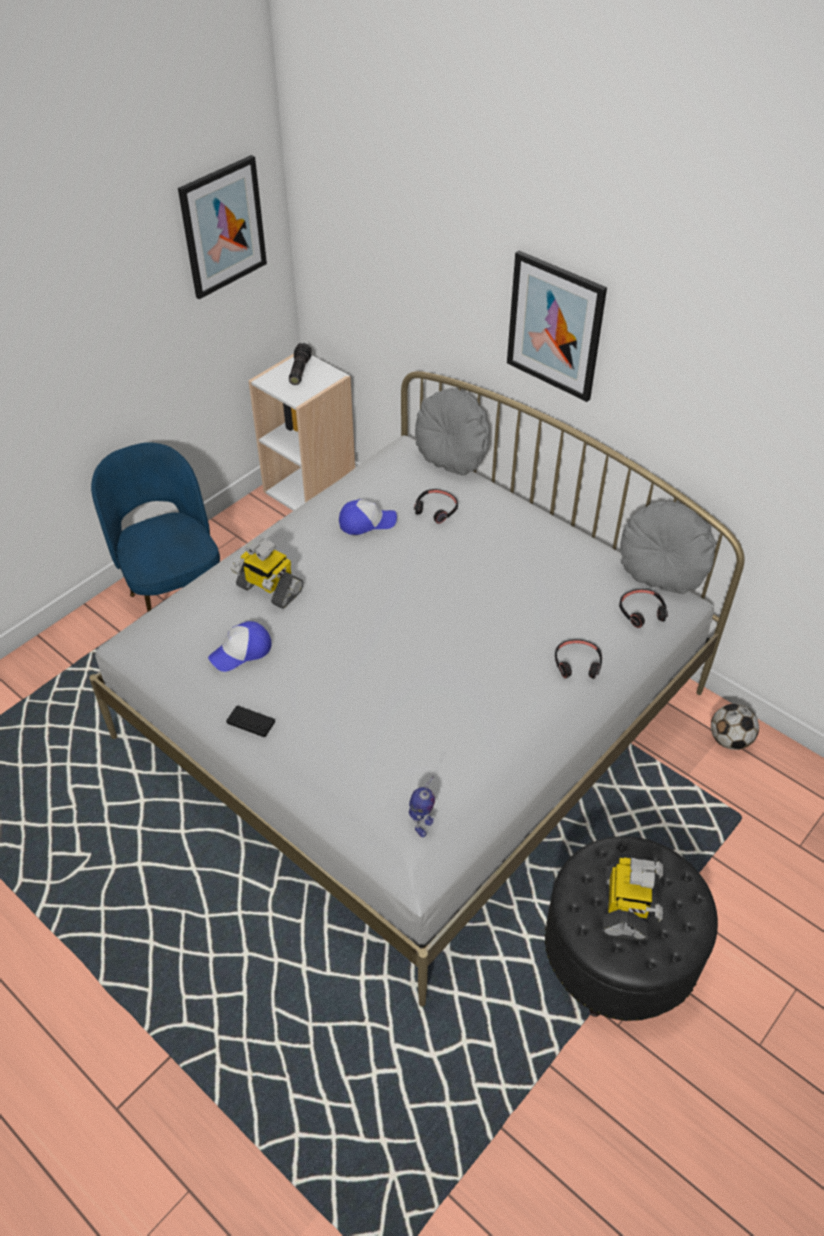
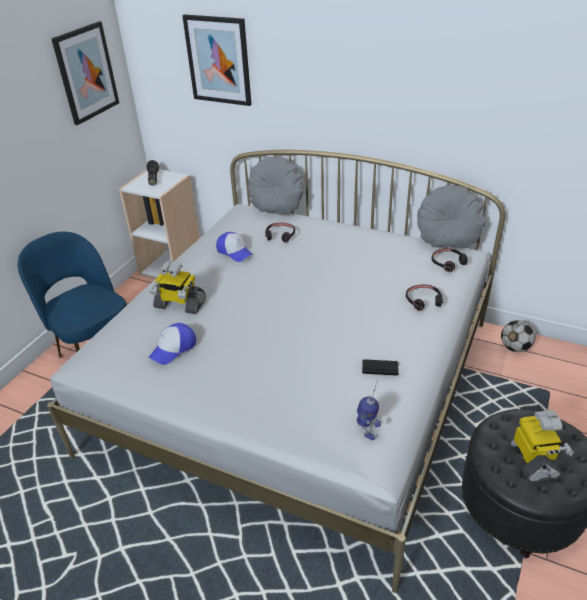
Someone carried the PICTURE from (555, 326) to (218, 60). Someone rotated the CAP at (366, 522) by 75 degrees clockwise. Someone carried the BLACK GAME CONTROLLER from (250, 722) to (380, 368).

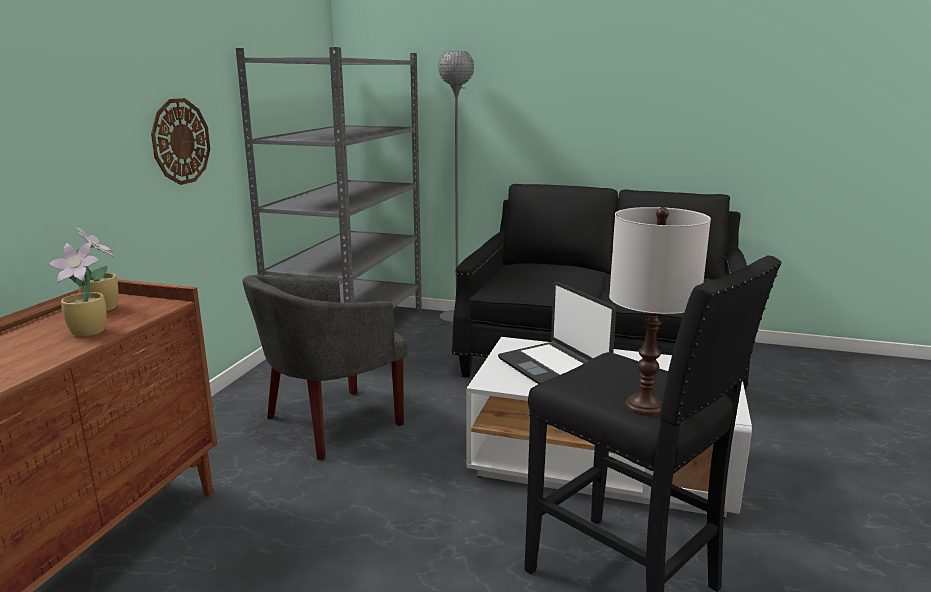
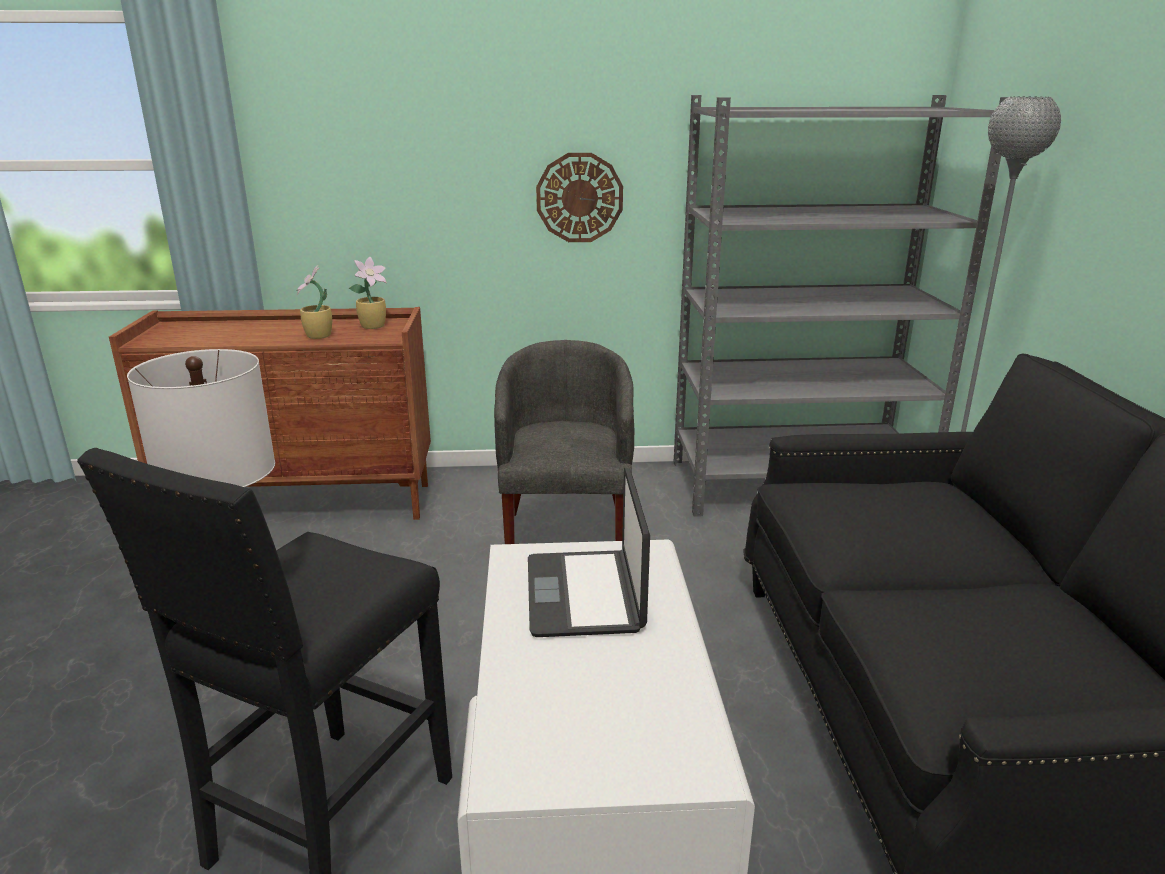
Someone rotated the GREY ARMCHAIR at (330, 424) by 60 degrees clockwise. Someone rotated the LAPTOP at (554, 367) by 45 degrees counterclockwise.

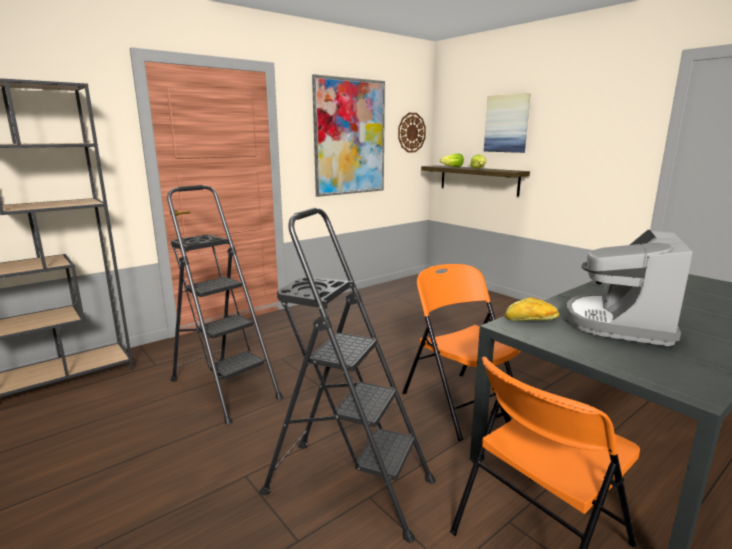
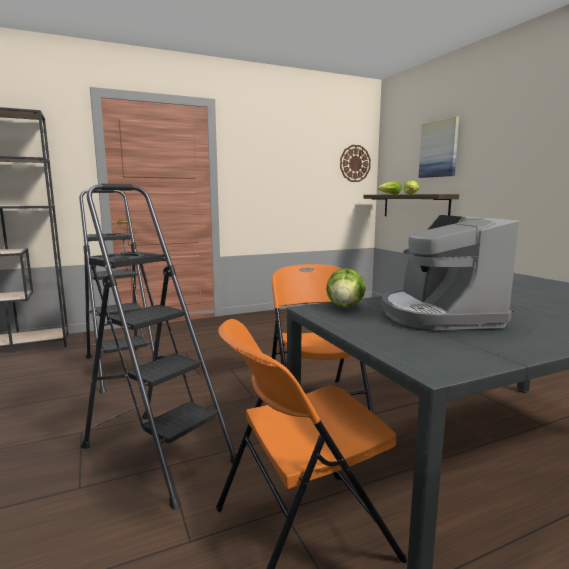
Someone took away the PICTURE at (350, 137). Someone rotated the COFFEE MACHINE at (619, 322) by 45 degrees counterclockwise. Someone swapped the BREAD at (531, 319) for the LETTUCE at (345, 306).

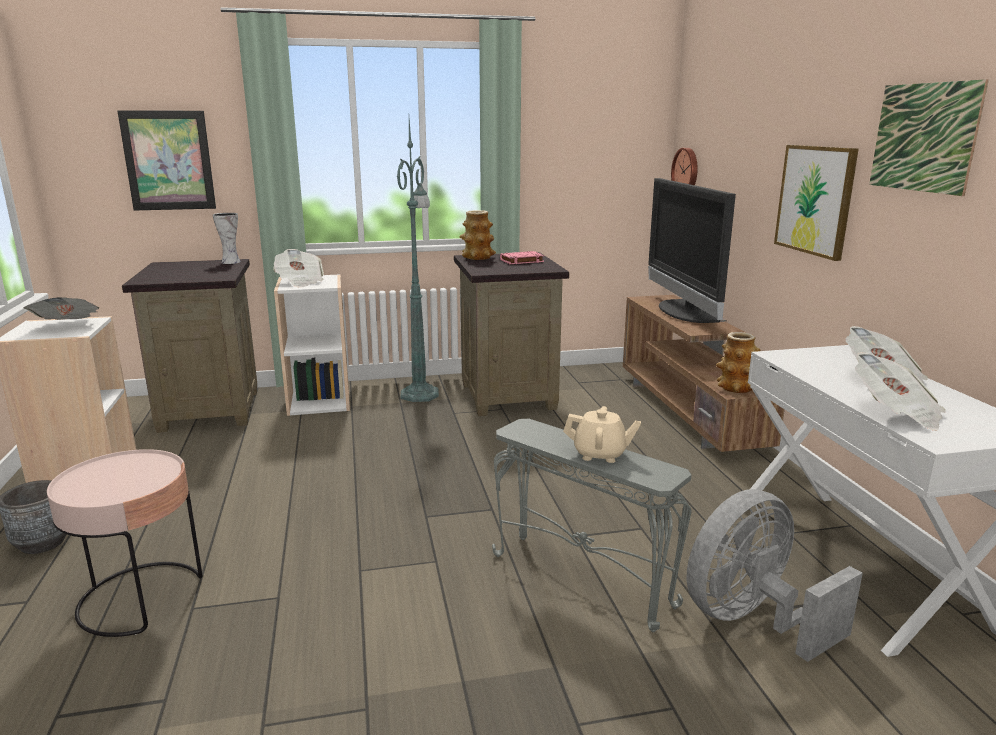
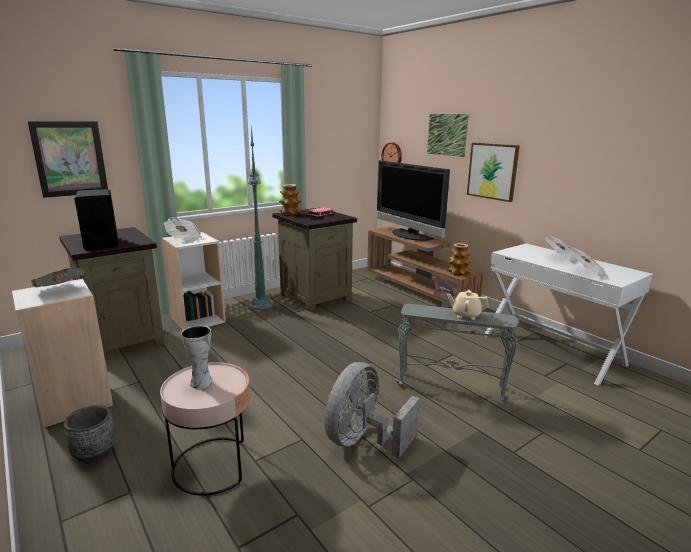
Someone carried the PICTURE from (924, 137) to (447, 134). Someone carried the VASE from (230, 262) to (200, 382). Someone rotated the BEIGE TEAPOT at (600, 454) by 150 degrees counterclockwise. Someone carried the GREY FAN from (752, 620) to (363, 440). Someone put down the BLACK SPEAKER at (101, 243).

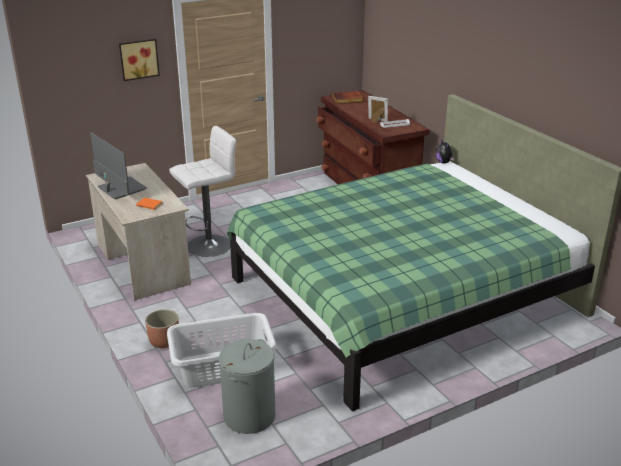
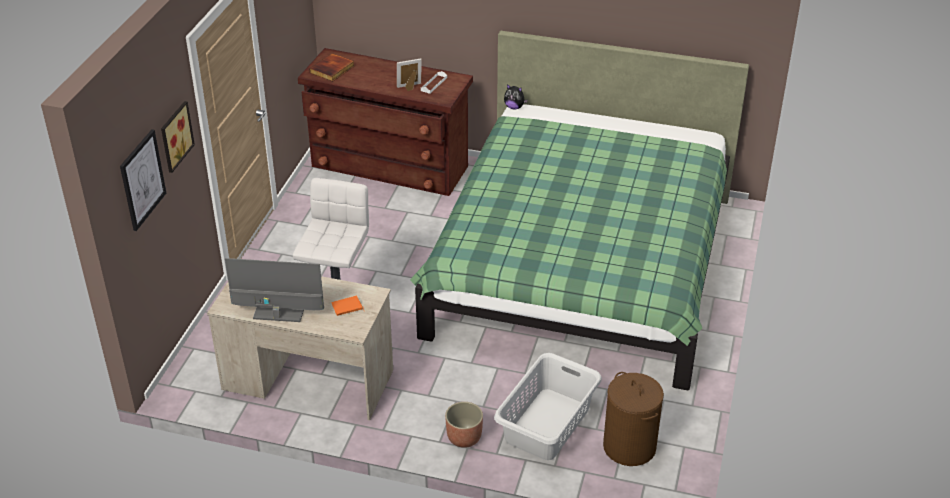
Someone repainted the GREY LAUNDRY BASKET at (249, 416), which became the BROWN LAUNDRY BASKET at (629, 447). Someone put up the PICTURE at (142, 179).

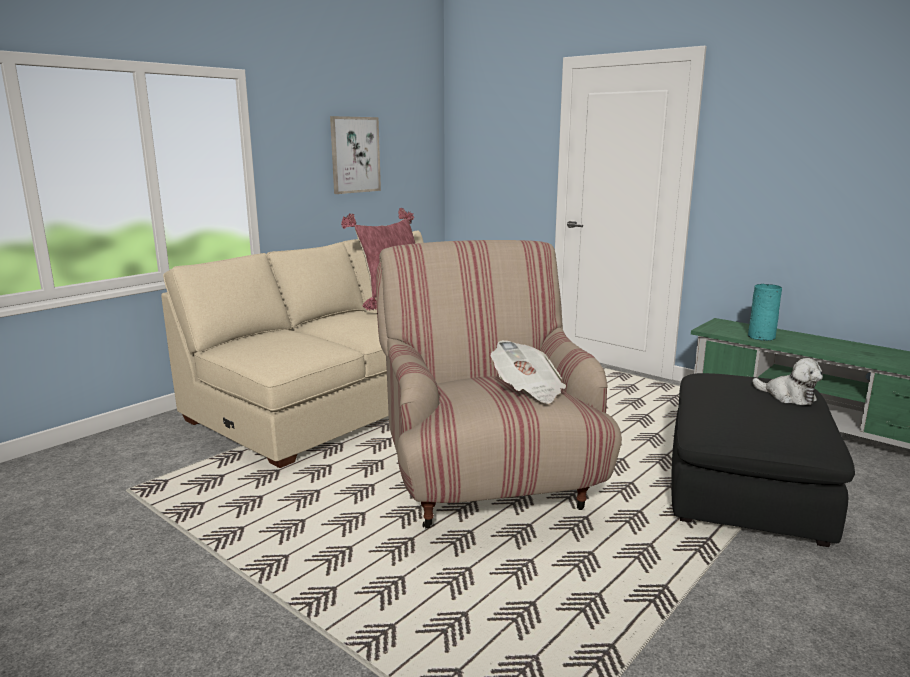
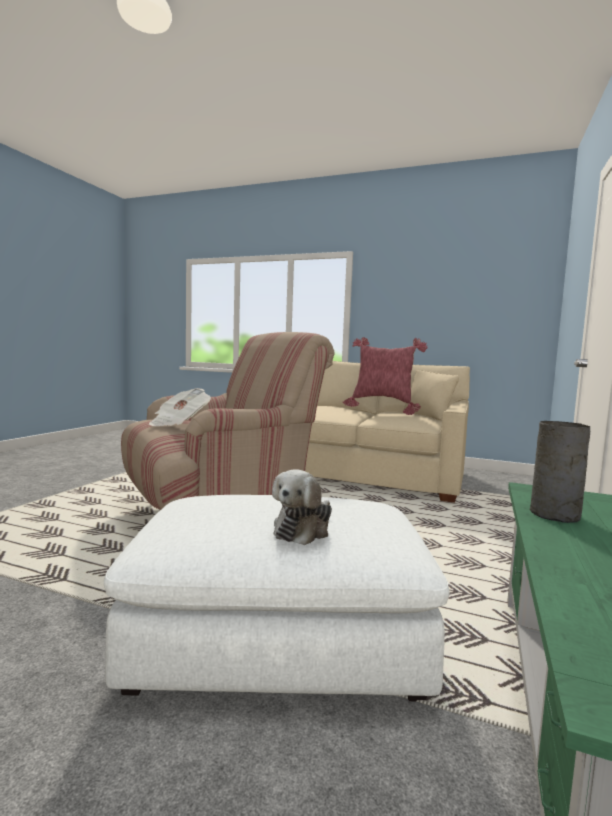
Someone took away the PICTURE at (355, 155). Someone repainted the TURQUOISE VASE at (762, 337), which became the GREY VASE at (555, 515). Someone repainted the BLACK OTTOMAN at (744, 485), which became the WHITE OTTOMAN at (279, 635).

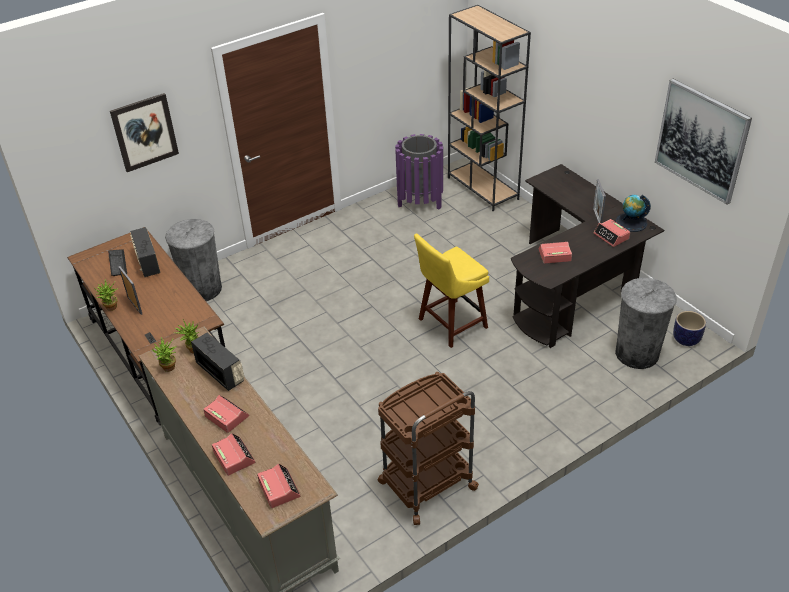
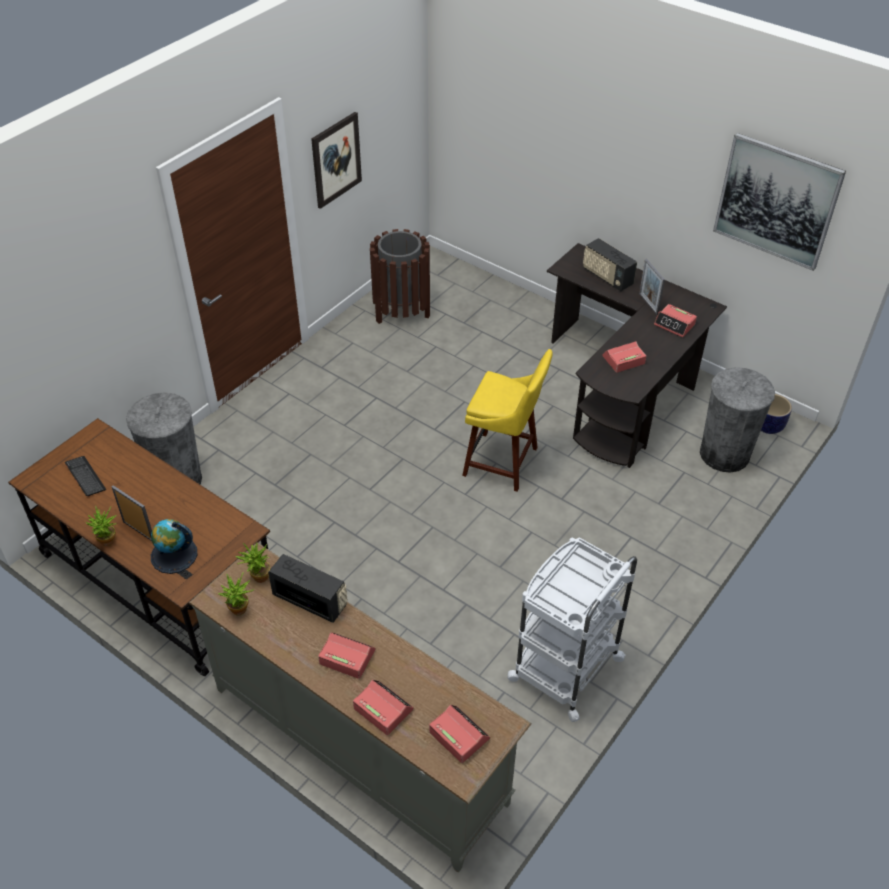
Someone took away the BOOKCASE at (483, 188). Someone carried the PICTURE from (144, 132) to (336, 160). Someone repainted the PURPLE TRASH CAN at (420, 202), which became the BROWN TRASH CAN at (402, 312). Someone carried the GLOBE from (631, 222) to (174, 555). Someone carried the RADIO from (147, 263) to (607, 277). Someone rotated the YELLOW CHAIR at (449, 324) by 105 degrees counterclockwise. Someone repainted the BROWN CART at (427, 484), which became the WHITE CART at (565, 668).

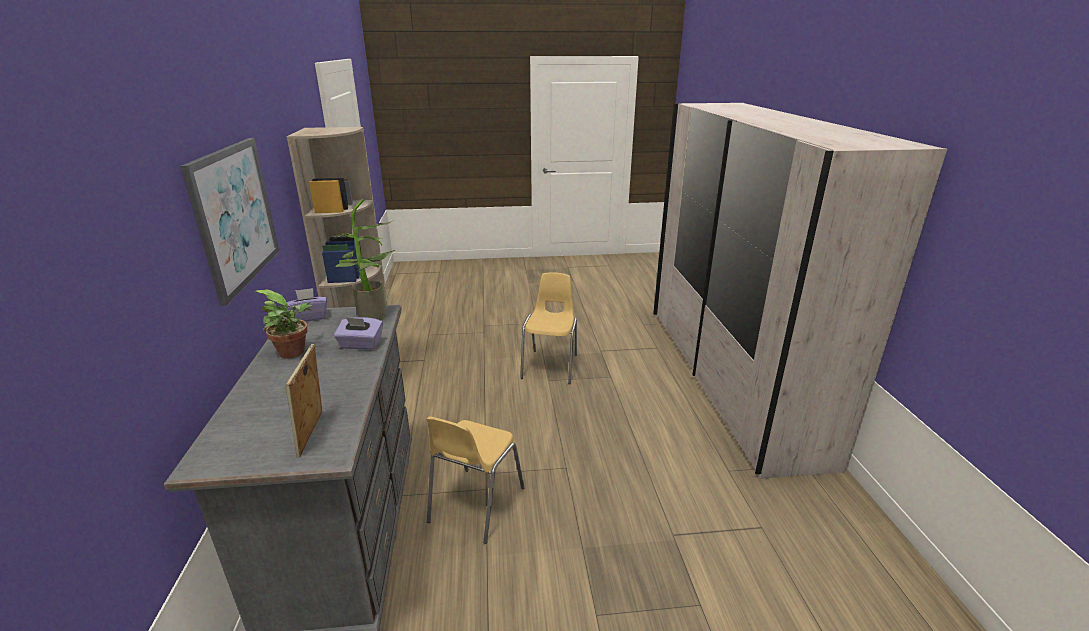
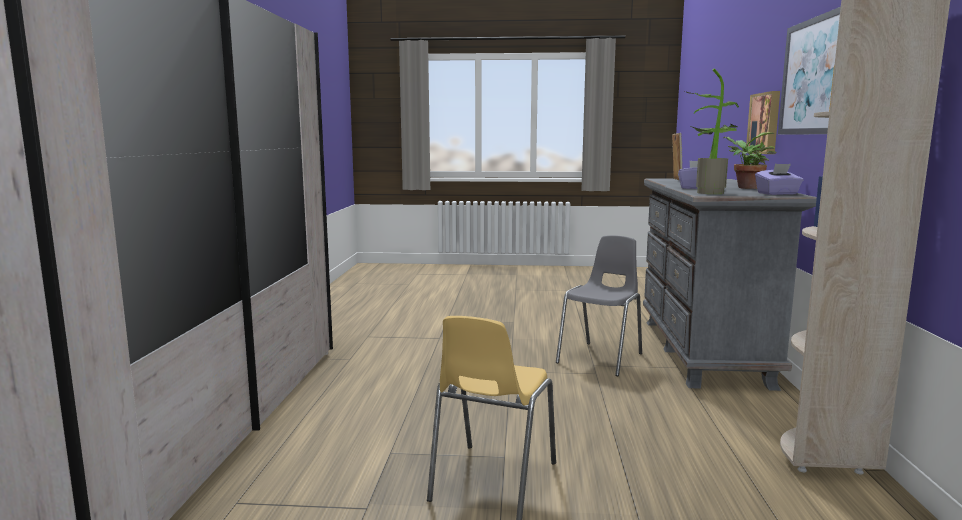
Someone repainted the YELLOW CHAIR at (475, 505), which became the GREY CHAIR at (601, 358). Someone put up the PICTURE at (765, 123).

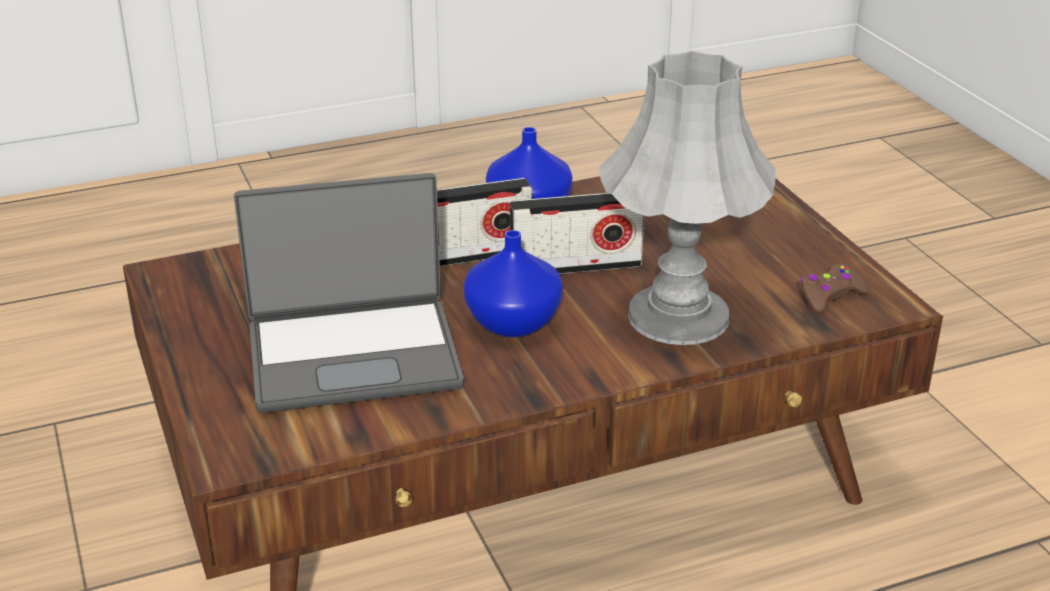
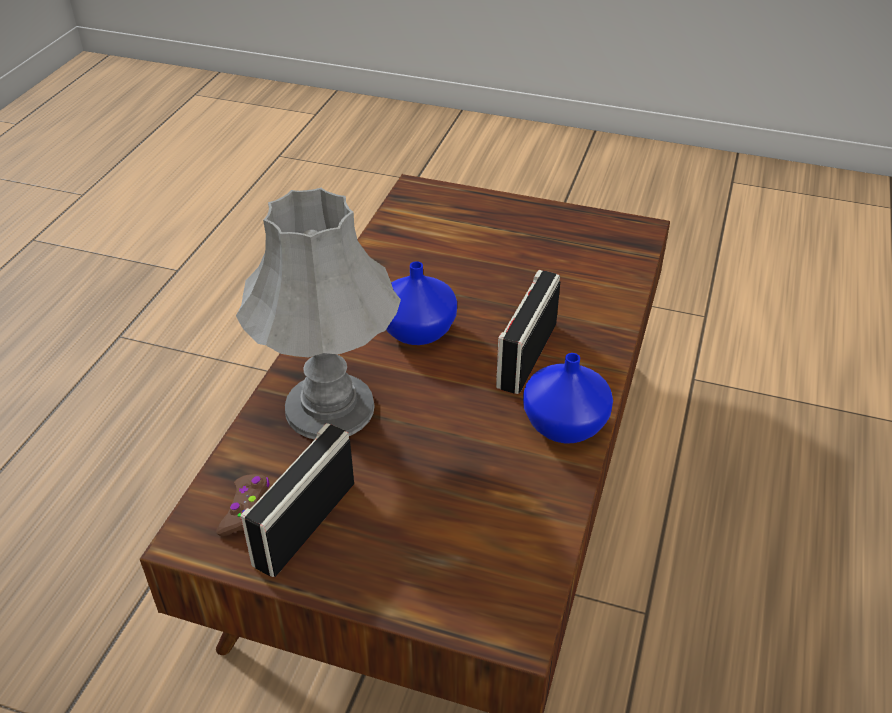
Someone took away the LAPTOP at (354, 355). Someone carried the RADIO from (575, 266) to (304, 523).

